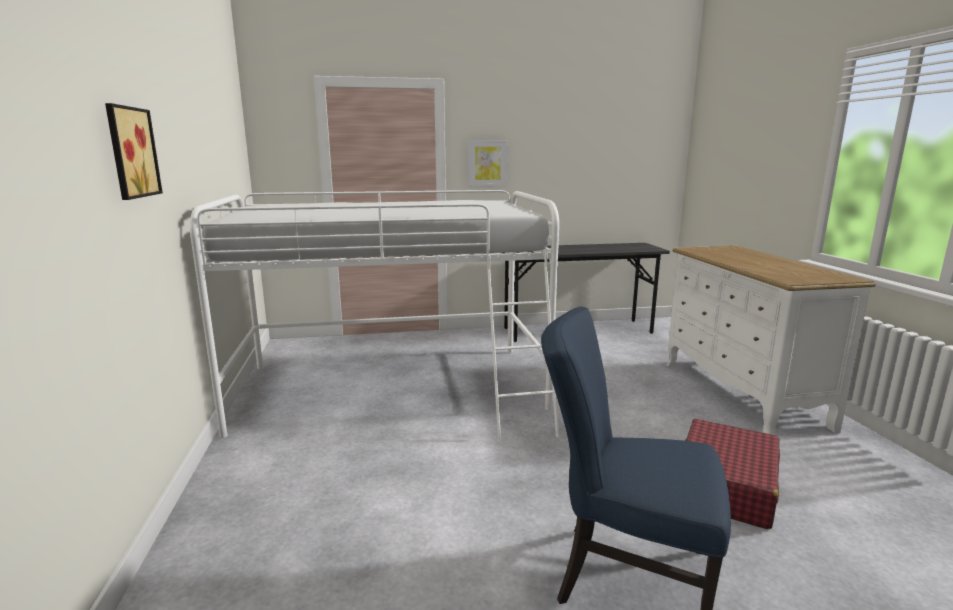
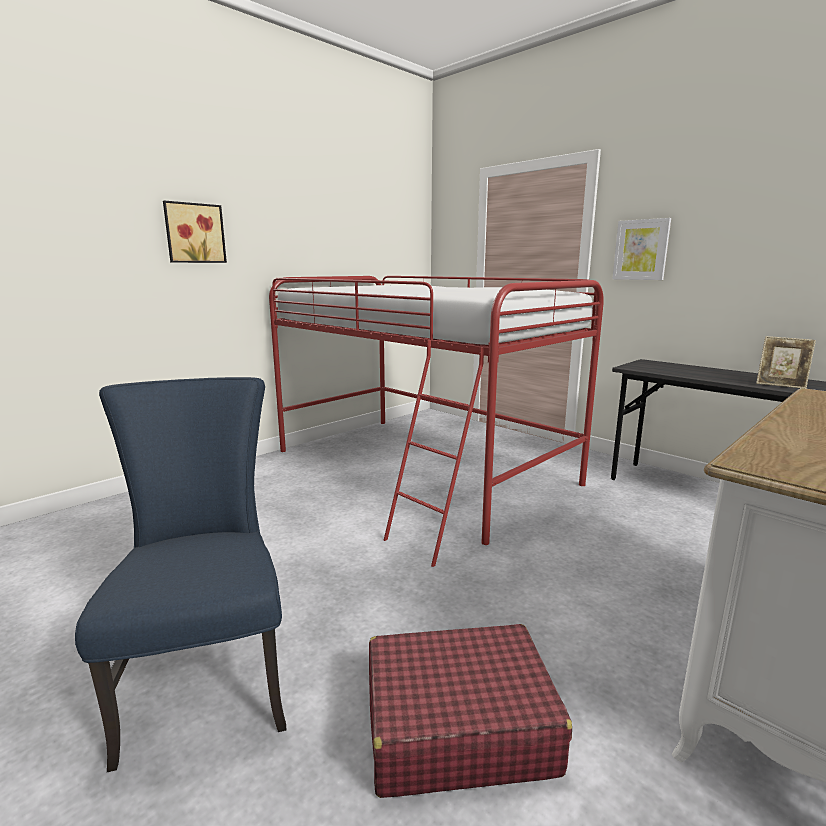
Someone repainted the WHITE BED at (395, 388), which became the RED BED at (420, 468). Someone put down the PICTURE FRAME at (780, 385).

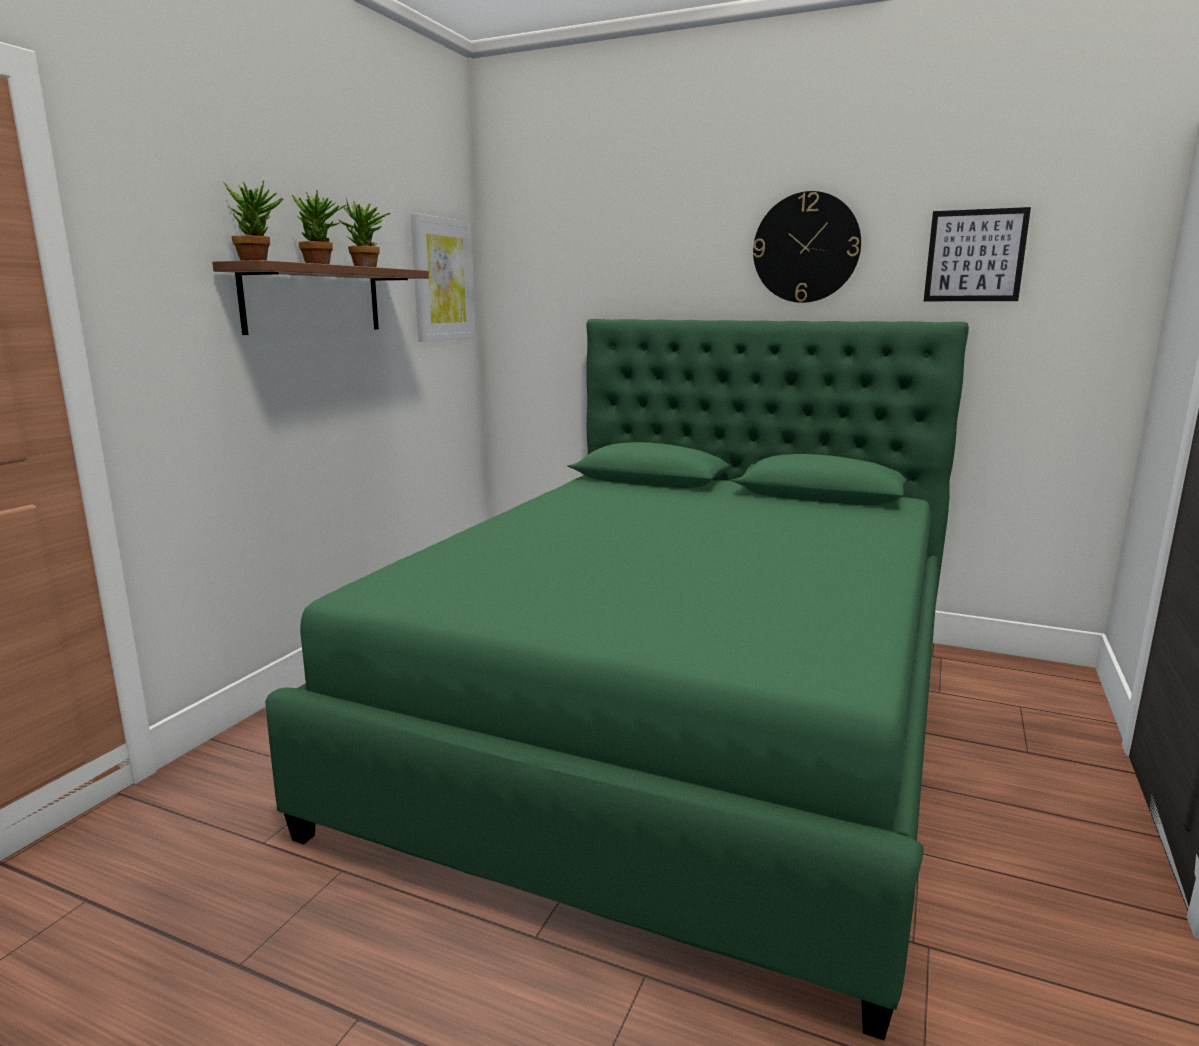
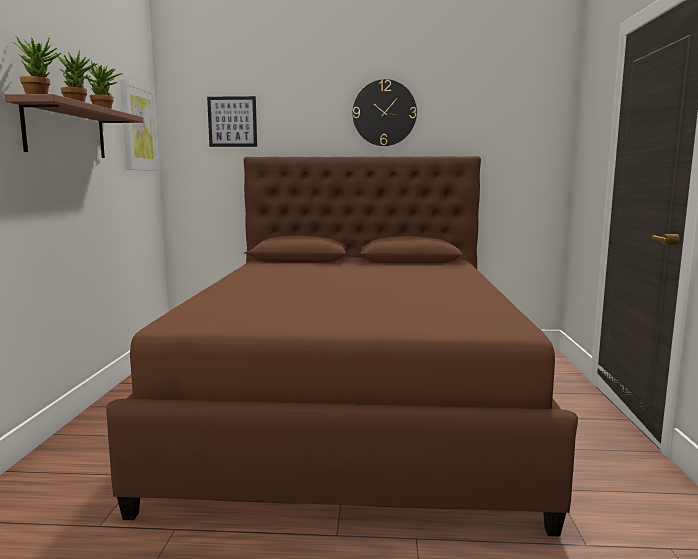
Someone carried the PICTURE from (975, 256) to (232, 122). Someone repainted the GREEN BED at (678, 721), which became the BROWN BED at (352, 407).

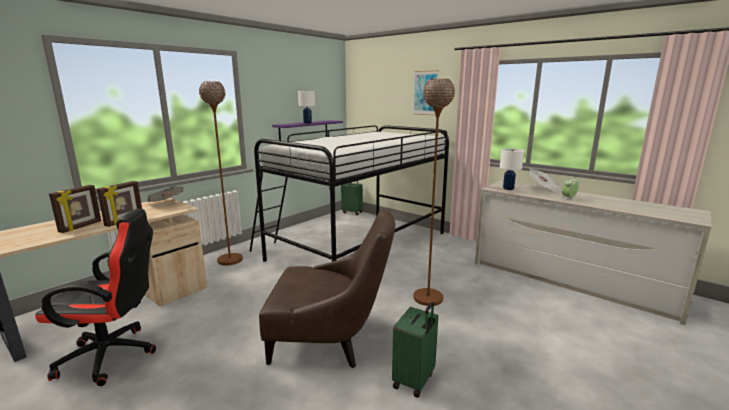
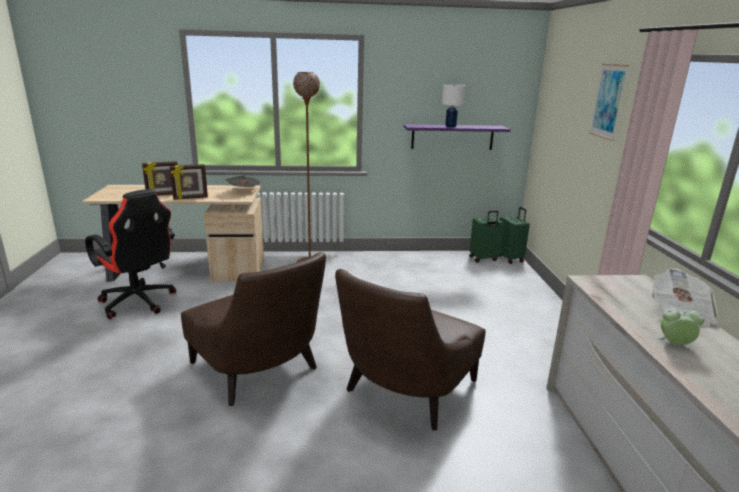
Someone swapped the BROWN FLOOR LAMP at (428, 298) for the BROWN ARMCHAIR at (405, 391). Someone took away the BLACK BED at (358, 246). Someone took away the WHITE TABLE LAMP at (508, 188). Someone carried the GREEN SUITCASE from (414, 381) to (483, 259).

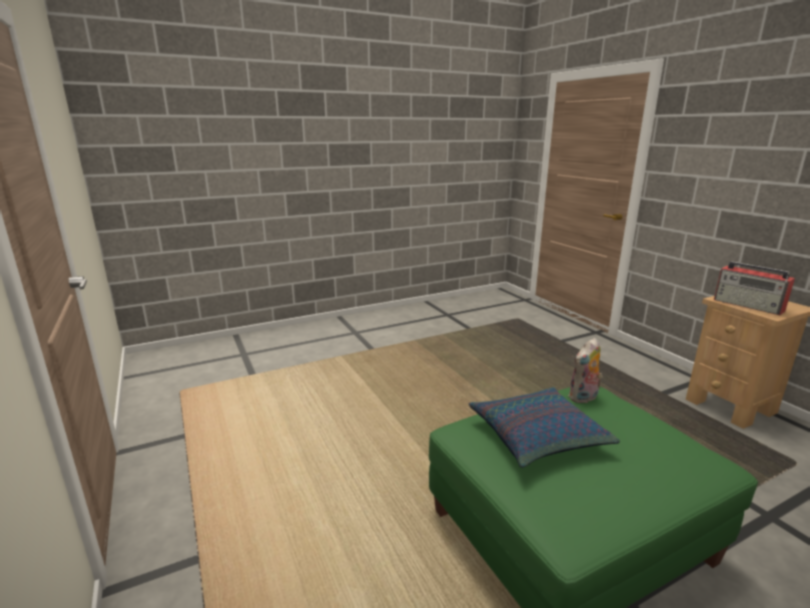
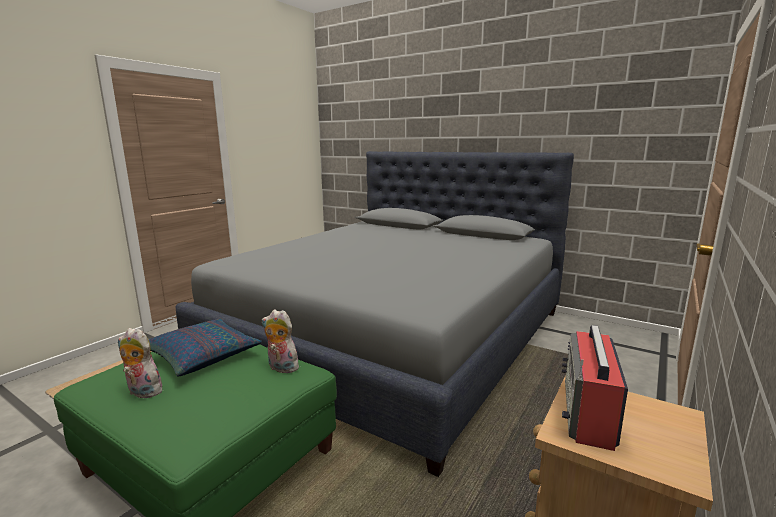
Someone put down the GREY BED at (393, 335). Someone put down the PLUSH TOY at (142, 392).

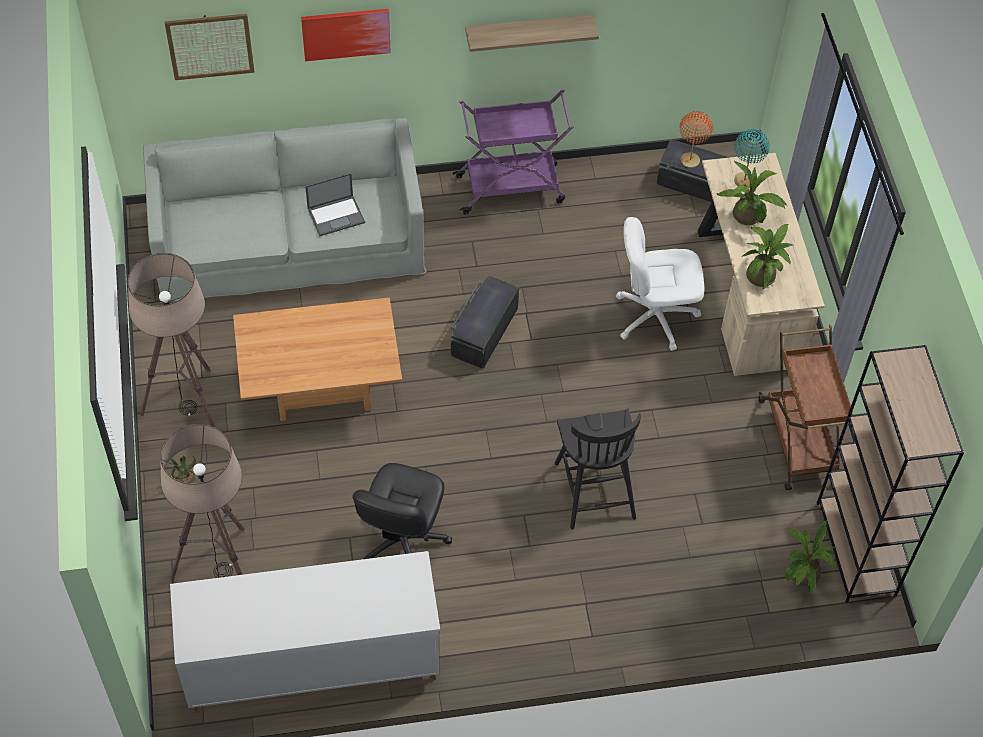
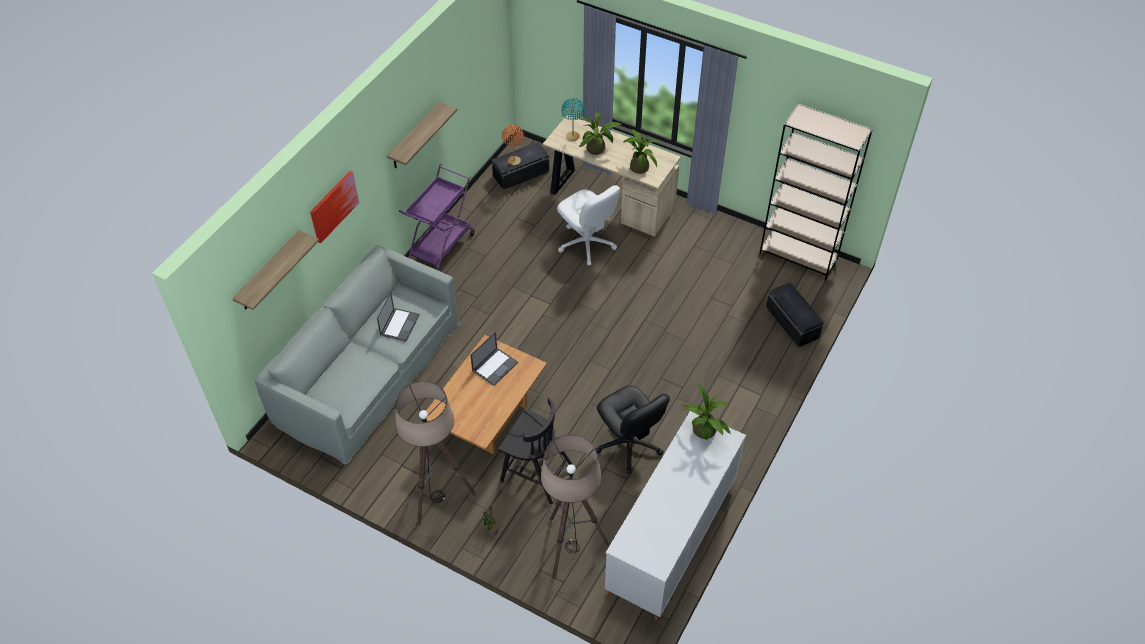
Someone swapped the PICTURE at (210, 45) for the SHELF at (269, 272). Someone rotated the WHITE OFFICE CHAIR at (655, 316) by 75 degrees counterclockwise. Someone carried the BLACK STORAGE BOX from (483, 331) to (791, 322). Someone took away the BROWN CART at (797, 442). Someone carried the BLACK CHAIR from (594, 488) to (535, 473). Someone carried the POTTED PLANT from (801, 577) to (705, 433). Someone put down the LAPTOP at (495, 366).

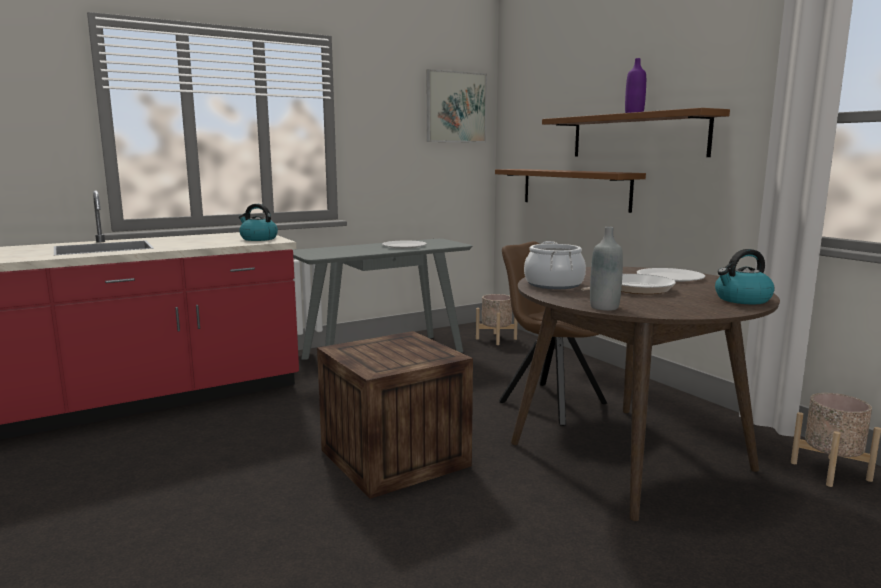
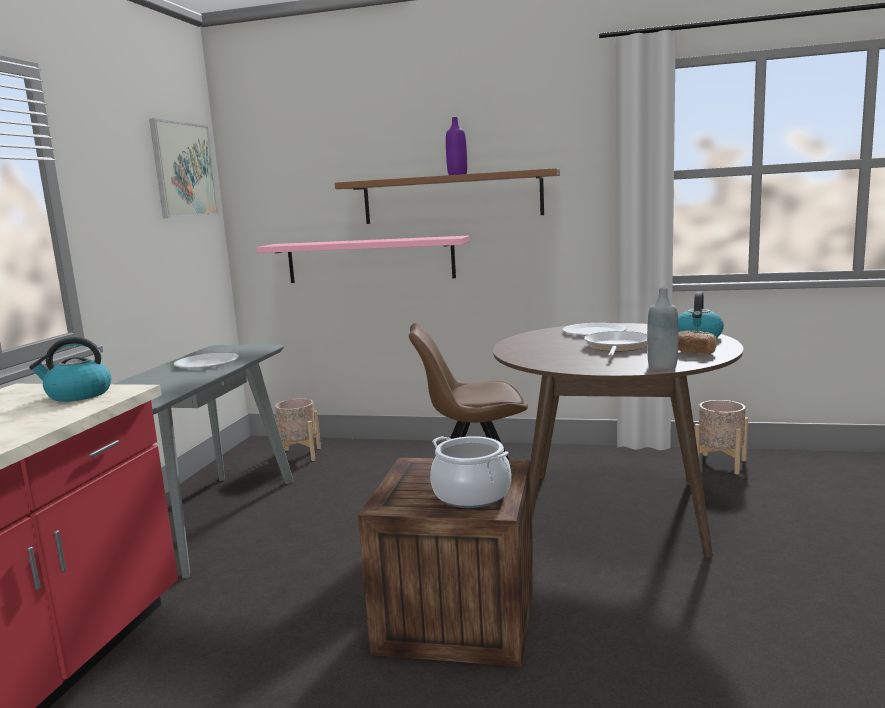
Someone repainted the BROWN SHELF at (574, 188), which became the PINK SHELF at (369, 260). Someone carried the COOKING POT from (554, 284) to (471, 495). Someone put down the BREAD at (695, 352).

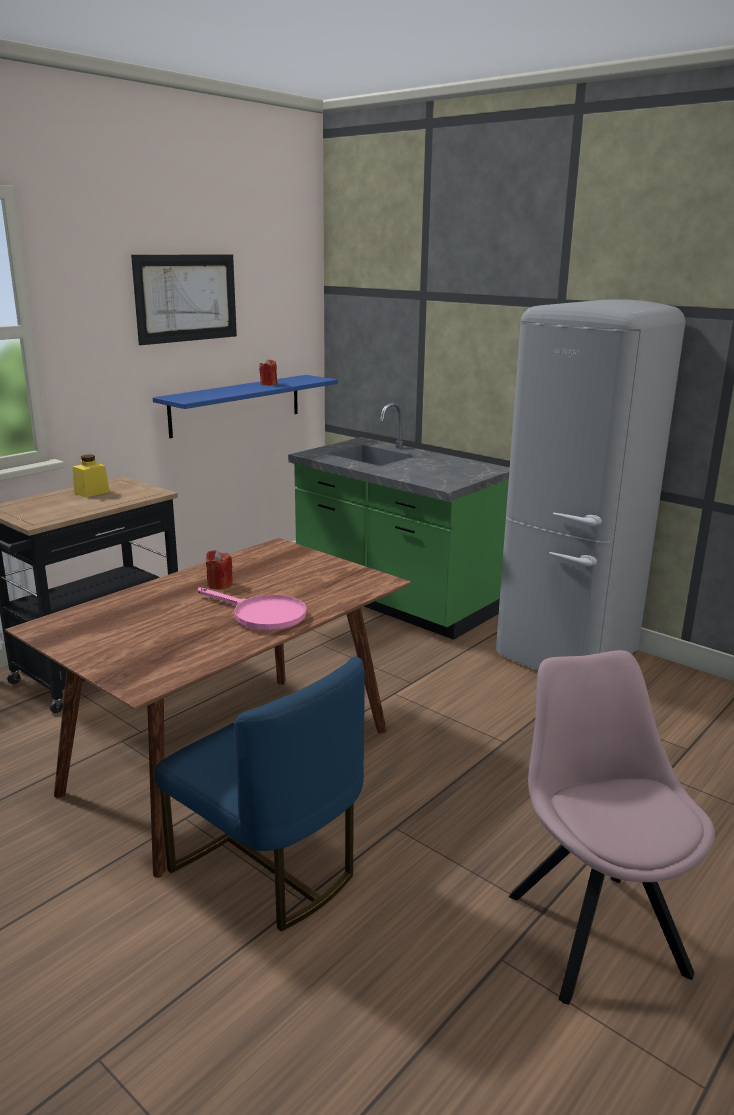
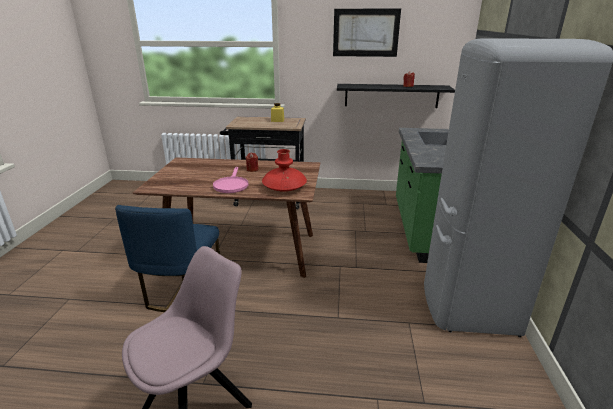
Someone repainted the BLUE SHELF at (236, 405), which became the BLACK SHELF at (391, 95). Someone put down the RED VASE at (284, 188).

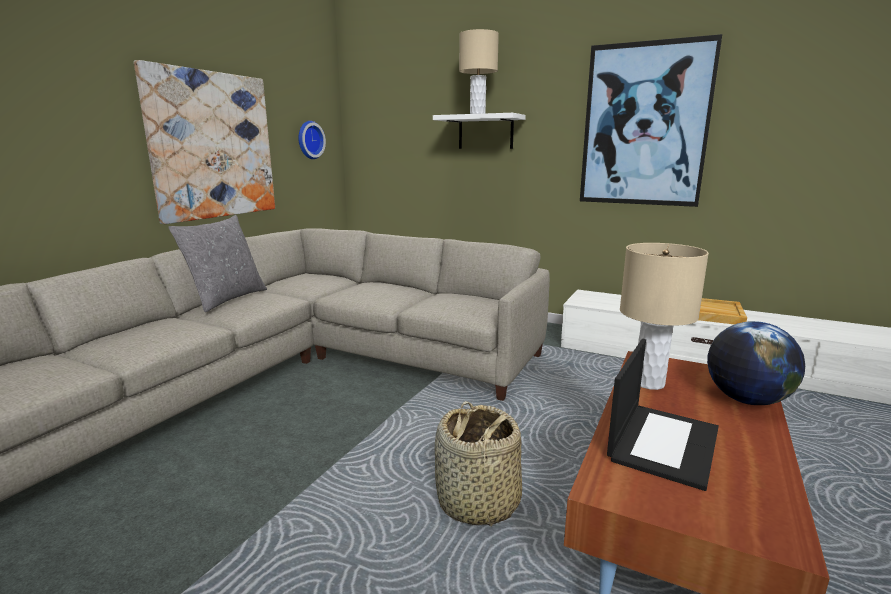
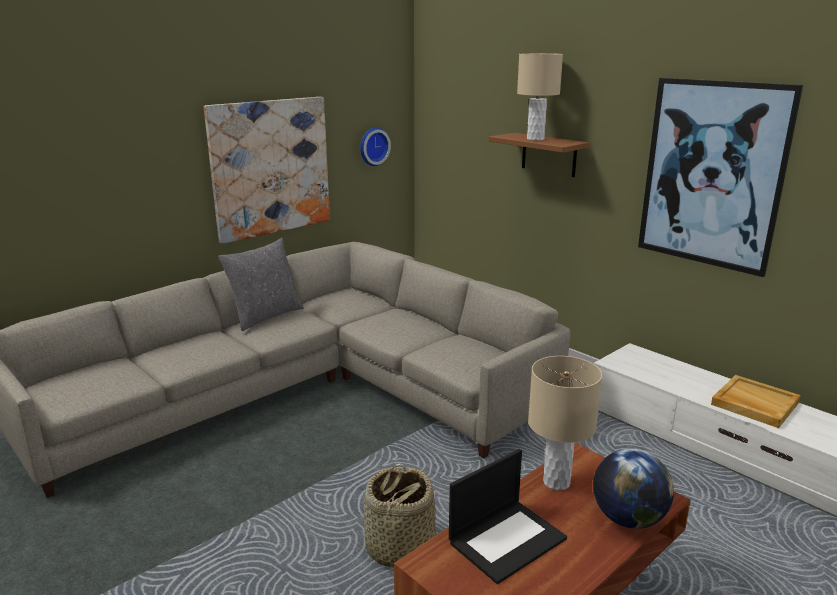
Someone repainted the WHITE SHELF at (485, 132), which became the BROWN SHELF at (549, 154).

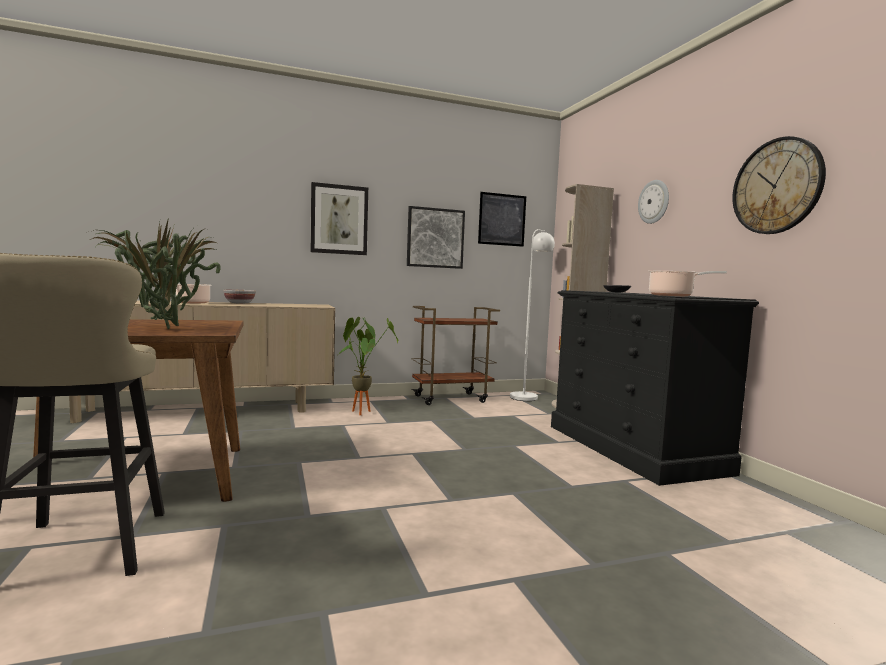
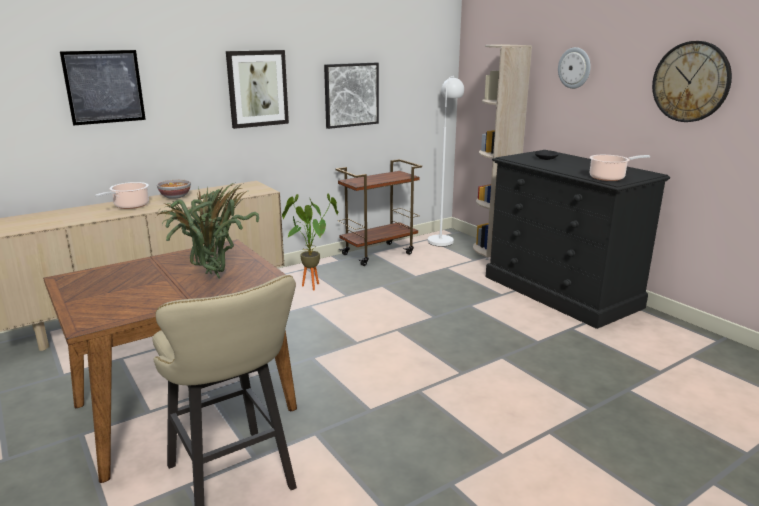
Someone carried the PICTURE from (502, 219) to (104, 87).

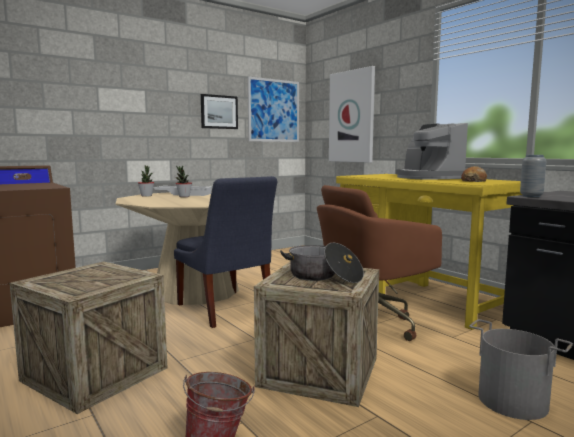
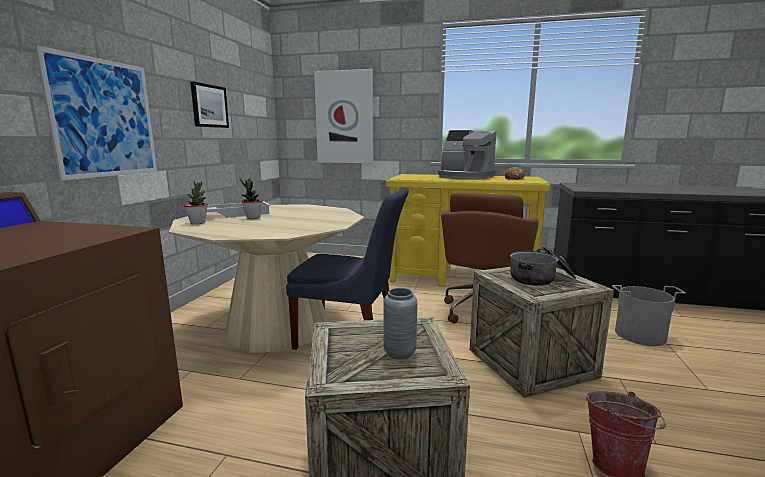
Someone carried the PICTURE from (274, 110) to (104, 118). Someone carried the GREY VASE from (531, 196) to (399, 353).

